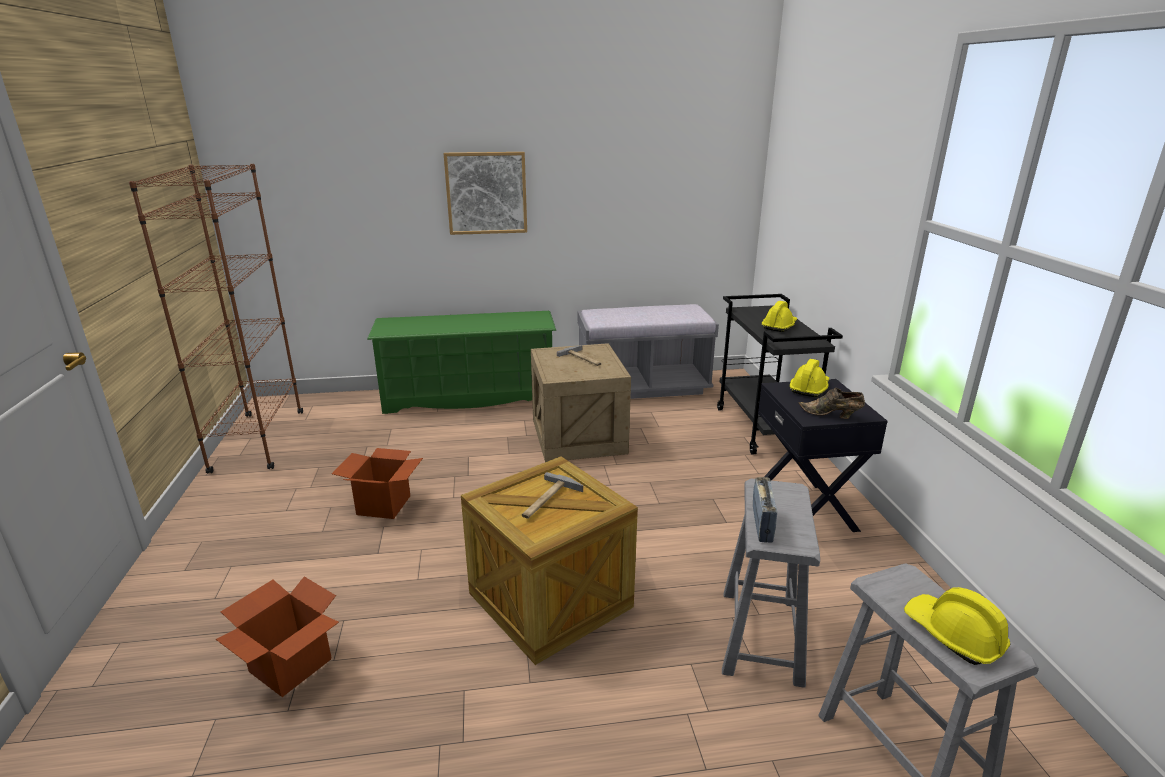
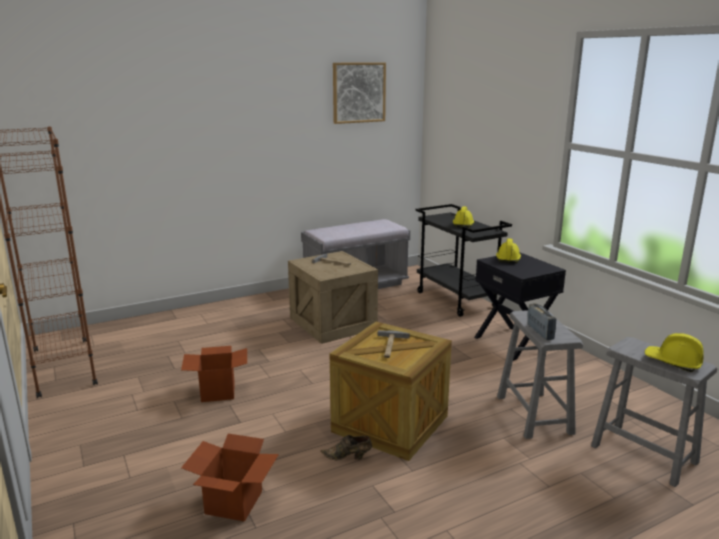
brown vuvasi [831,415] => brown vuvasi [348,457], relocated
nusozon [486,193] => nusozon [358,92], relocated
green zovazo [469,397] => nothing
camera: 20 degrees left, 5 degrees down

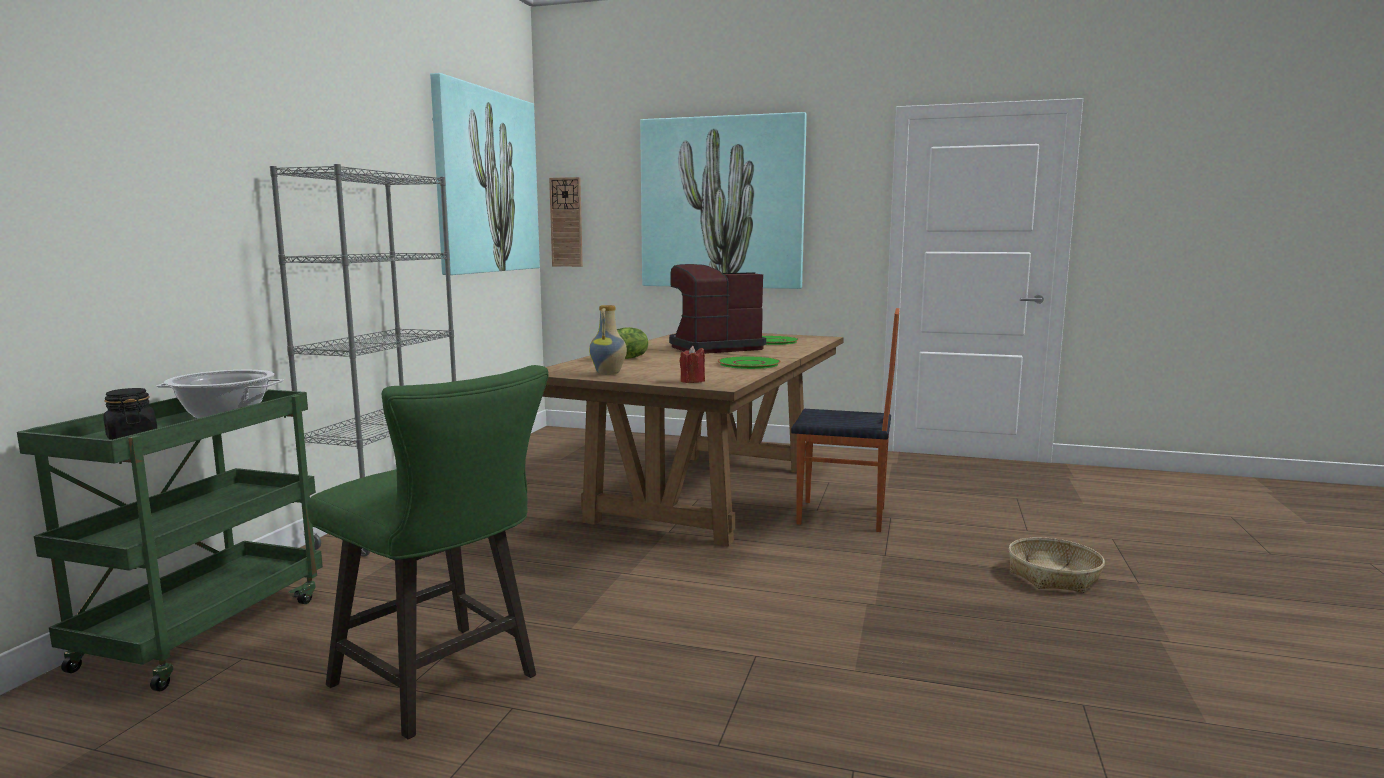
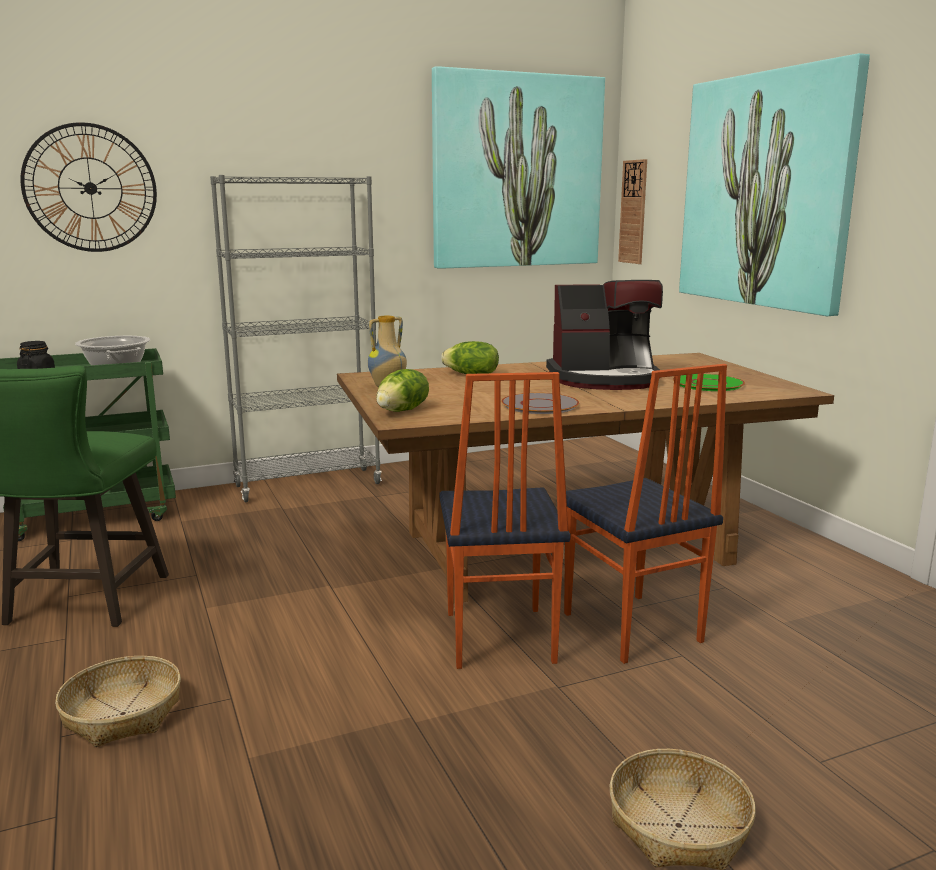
nothing => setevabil [90,188]
nothing => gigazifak [123,713]
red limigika [692,381] => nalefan [403,411]
nothing => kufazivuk [497,638]
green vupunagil [749,364] => grey vupunagil [540,405]
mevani [713,348] => mevani [604,379], 150 degrees clockwise
camera: 50 degrees right, 5 degrees up

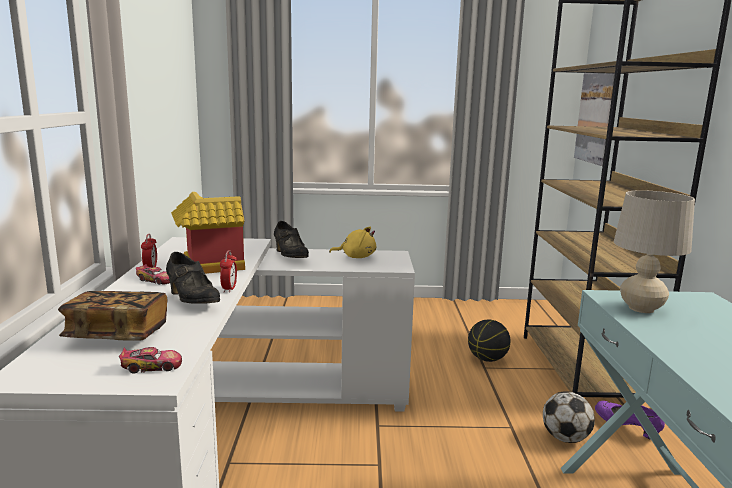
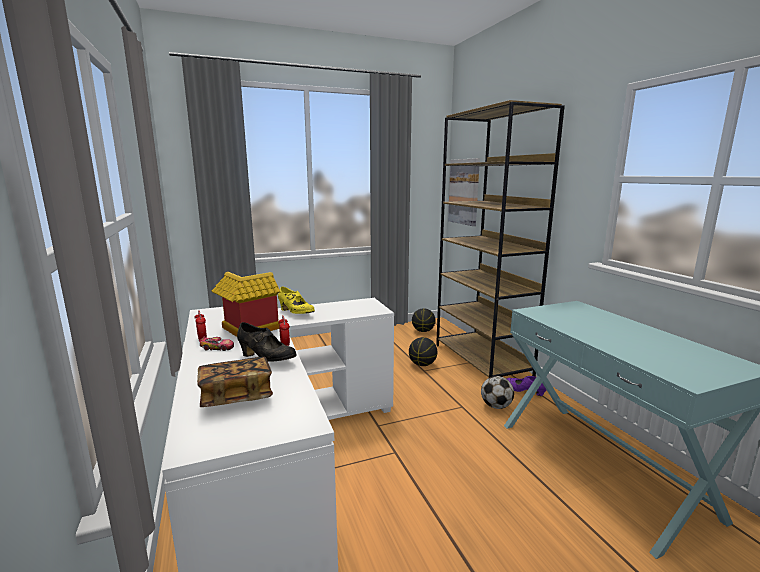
black vuvasi [290,256] => yellow vuvasi [296,313]
nothing => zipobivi [423,331]
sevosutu [152,366] => nothing
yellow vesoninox [356,257] => nothing
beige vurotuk [641,308] => nothing
camera: 20 degrees left, 0 degrees up

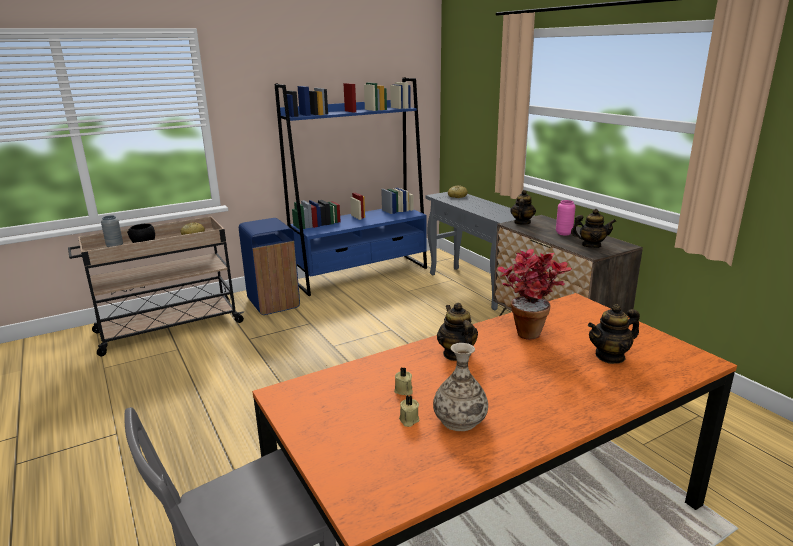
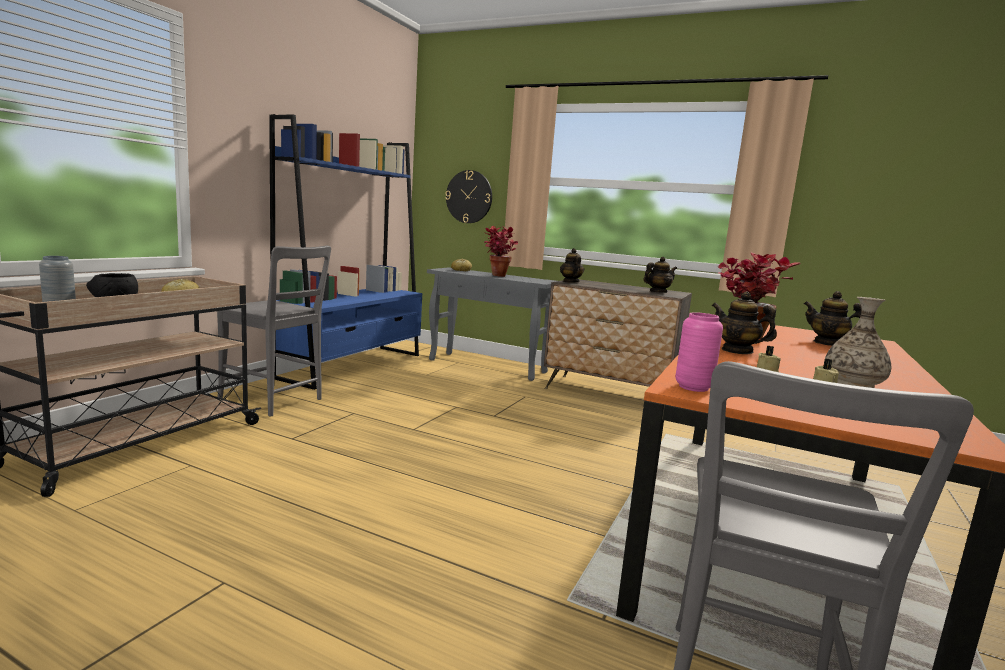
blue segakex [273,303] => grey kufazivuk [275,401]
nothing => setevabil [469,197]
nothing => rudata [497,276]
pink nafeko [564,233] => pink nafeko [693,387], relocated
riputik [610,356] => riputik [828,343], 90 degrees clockwise
camera: 35 degrees left, 10 degrees down

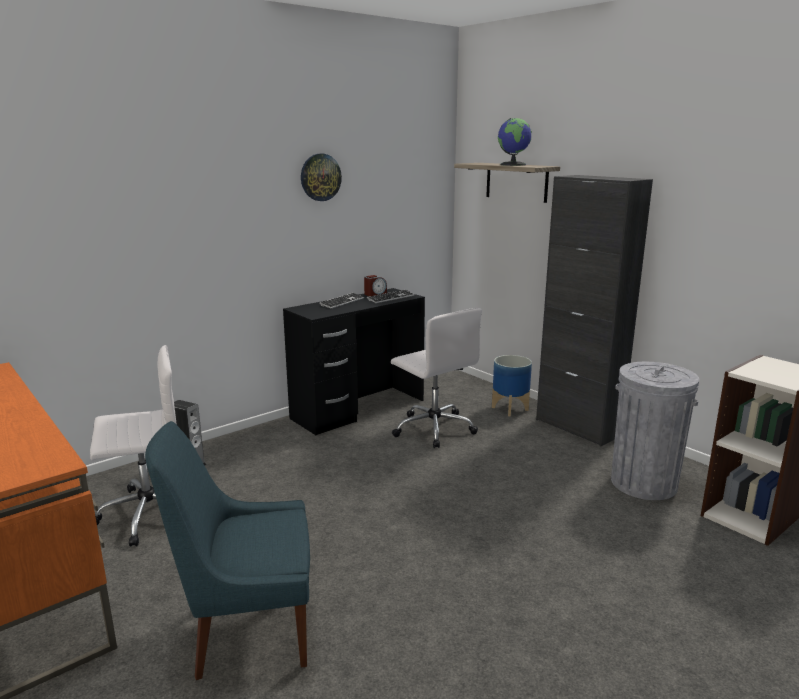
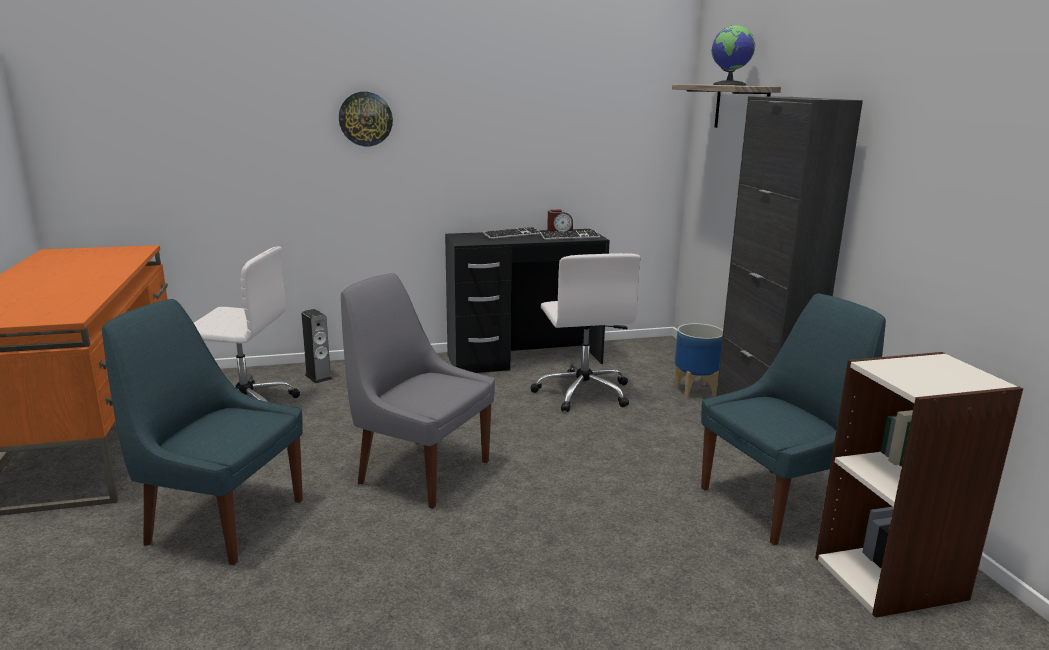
setevabil [320,177] => setevabil [365,119], relocated
nothing => grey kufazivuk [420,471]
grey segakex [643,483] => blue kufazivuk [778,504]
camera: 25 degrees right, 0 degrees up

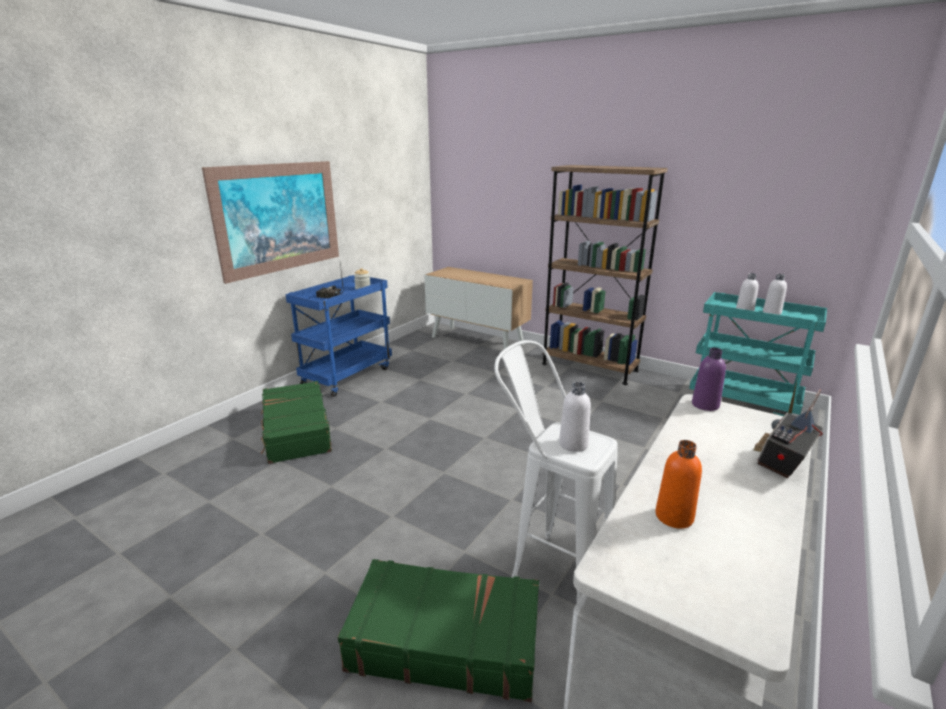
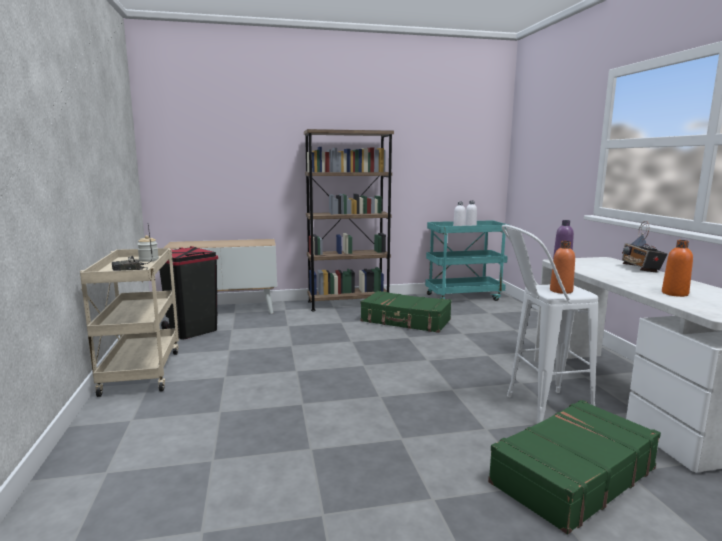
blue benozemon [347,375] => beige benozemon [141,371]
nothing => black segakex [192,330]
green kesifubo [296,431] => green kesifubo [405,321], relocated
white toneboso [573,444] => orange toneboso [561,291]
nusozon [279,218] => nothing
camera: 45 degrees left, 10 degrees down

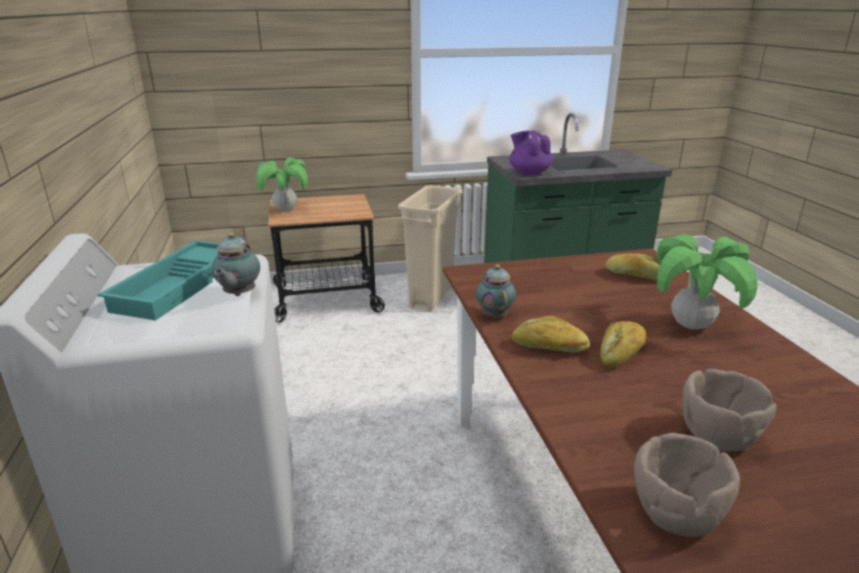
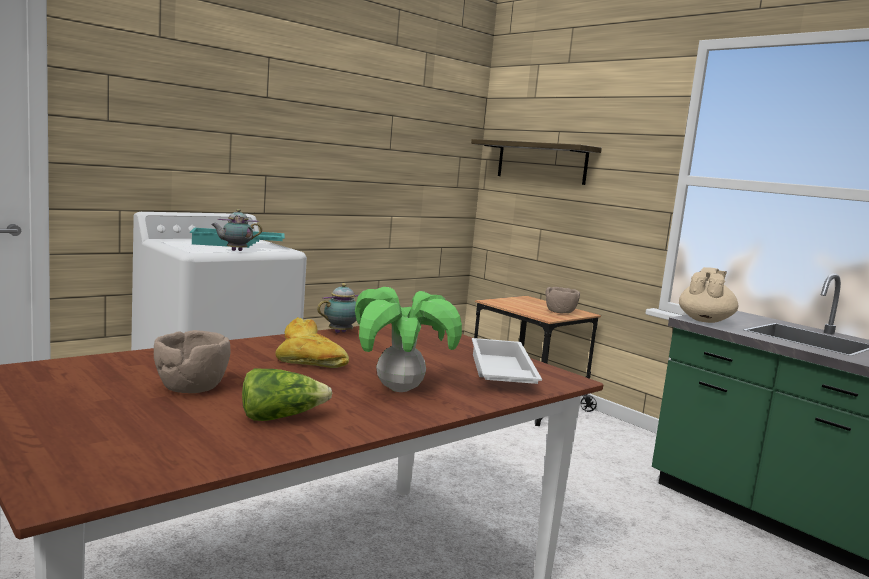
nothing => nalefan [281,417]
nothing => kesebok [541,162]
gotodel [635,276] => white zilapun [499,373]
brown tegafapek [676,512] => brown tegafapek [560,312], relocated
purple riputik [529,173] => beige riputik [705,320]
rudata [285,209] => nothing
beige segakex [431,297] => nothing
camera: 60 degrees right, 15 degrees down

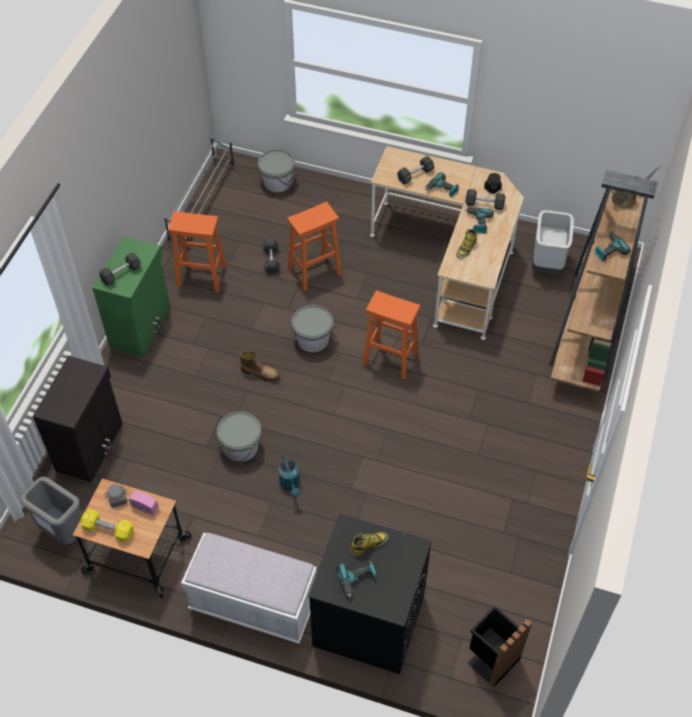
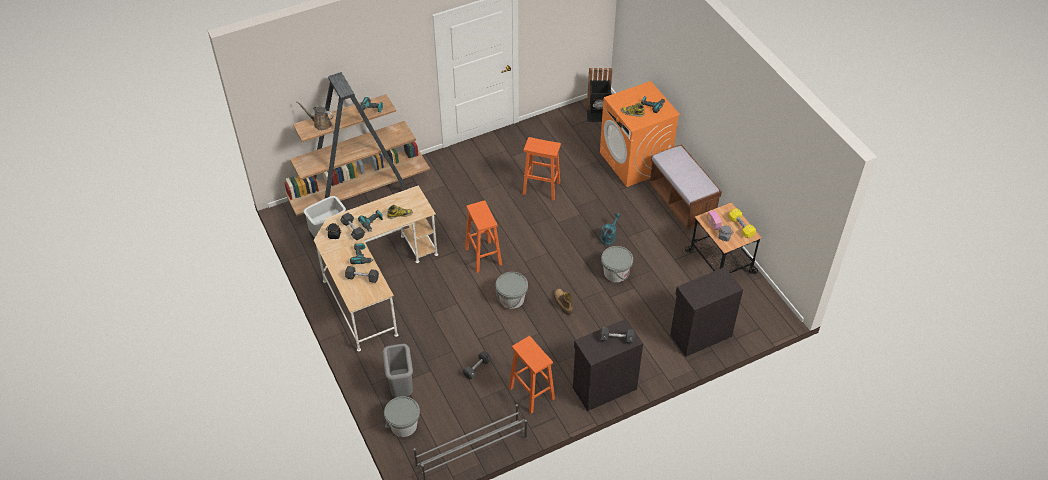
grey segakex [63,532] => grey segakex [402,389], relocated
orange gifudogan [314,271] => orange gifudogan [542,188], relocated
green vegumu [141,326] => black vegumu [603,388]
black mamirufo [368,621] => orange mamirufo [635,161]
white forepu [253,604] => brown forepu [681,203]
camera: 135 degrees left, 5 degrees down

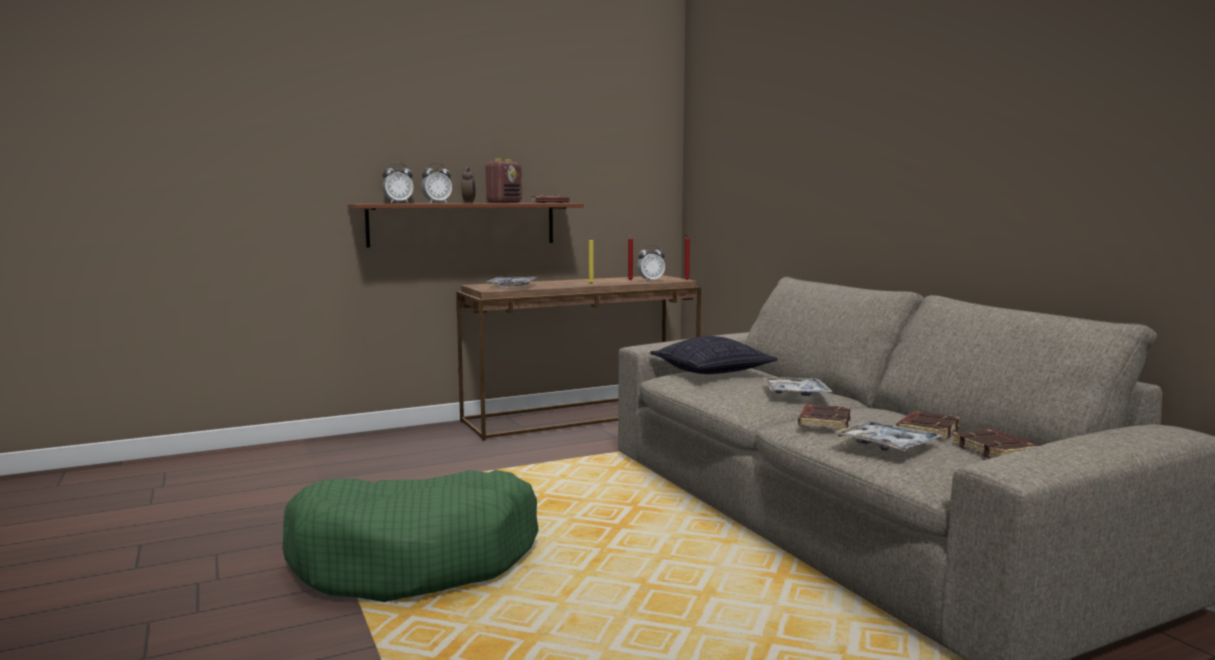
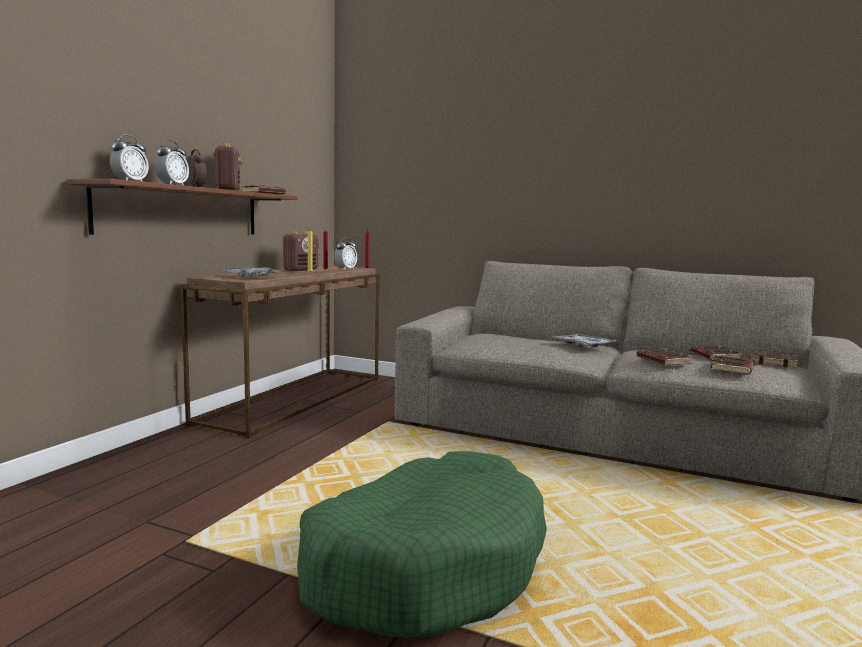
nothing => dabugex [301,270]
zilapun [887,445] => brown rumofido [733,369]
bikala [712,372] => nothing
camera: 40 degrees left, 0 degrees up

